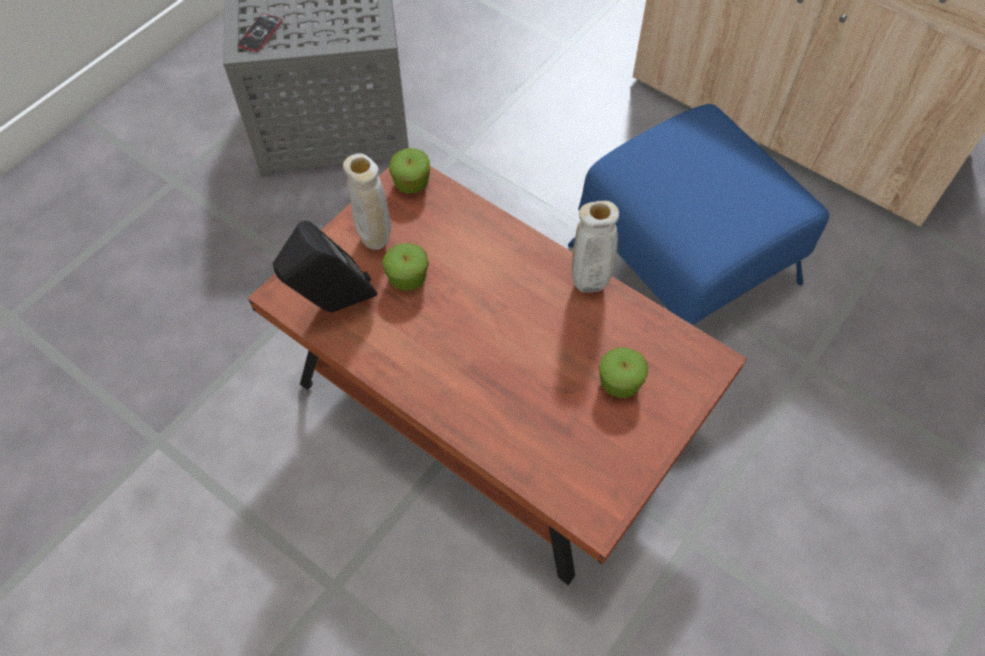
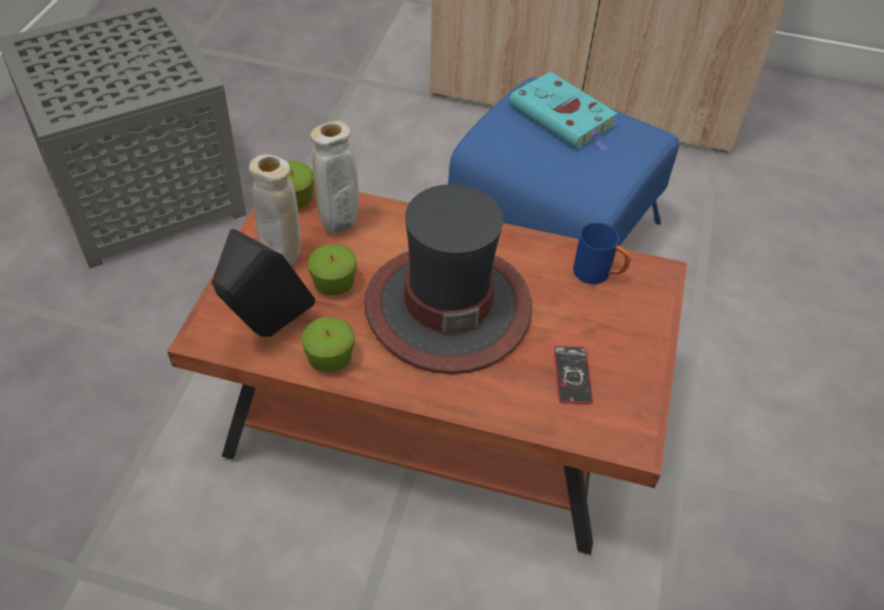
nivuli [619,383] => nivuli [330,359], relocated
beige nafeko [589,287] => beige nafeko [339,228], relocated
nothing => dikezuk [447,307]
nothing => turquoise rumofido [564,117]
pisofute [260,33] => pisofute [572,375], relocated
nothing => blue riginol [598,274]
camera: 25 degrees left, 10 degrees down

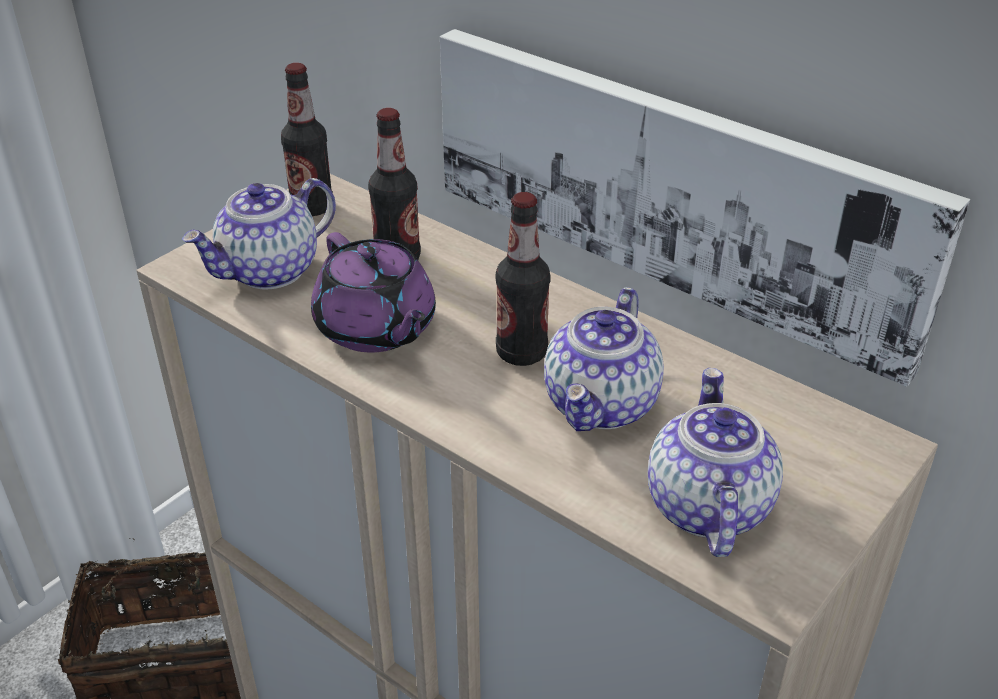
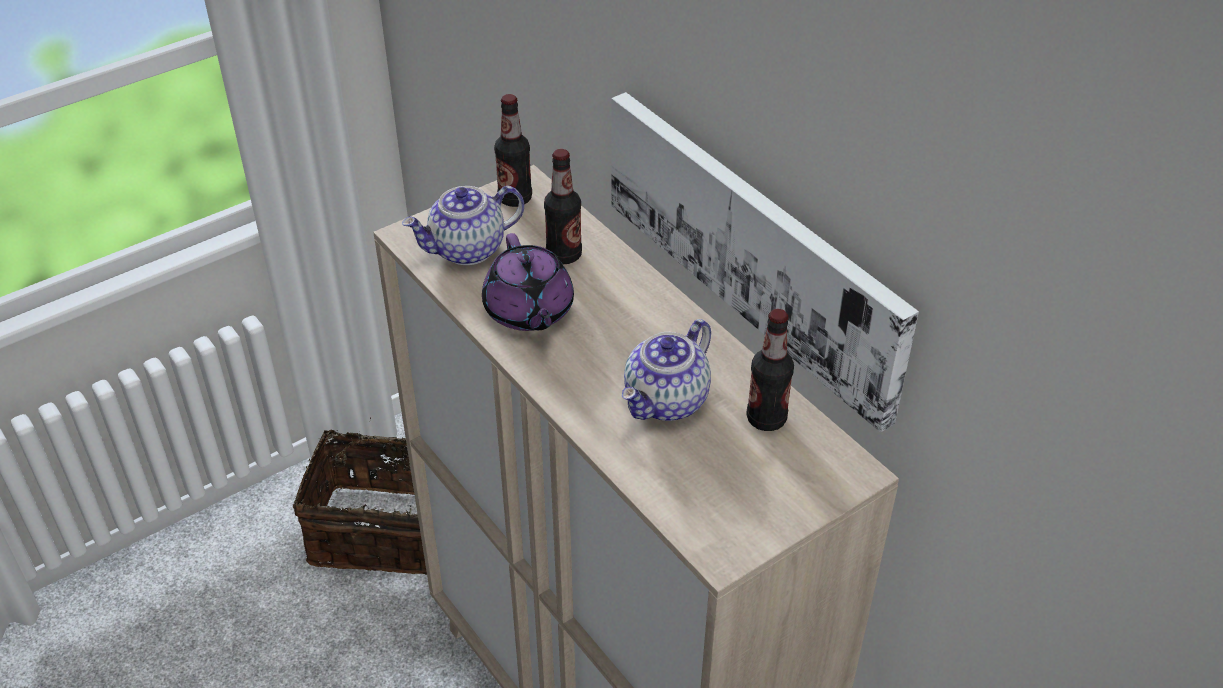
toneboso [521,353] => toneboso [766,419], relocated
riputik [706,505] => nothing
camera: 15 degrees right, 5 degrees up

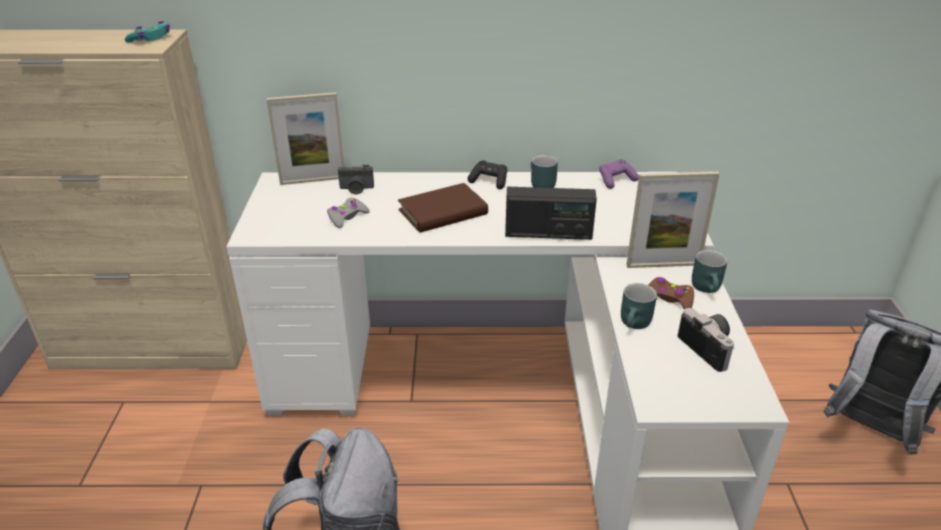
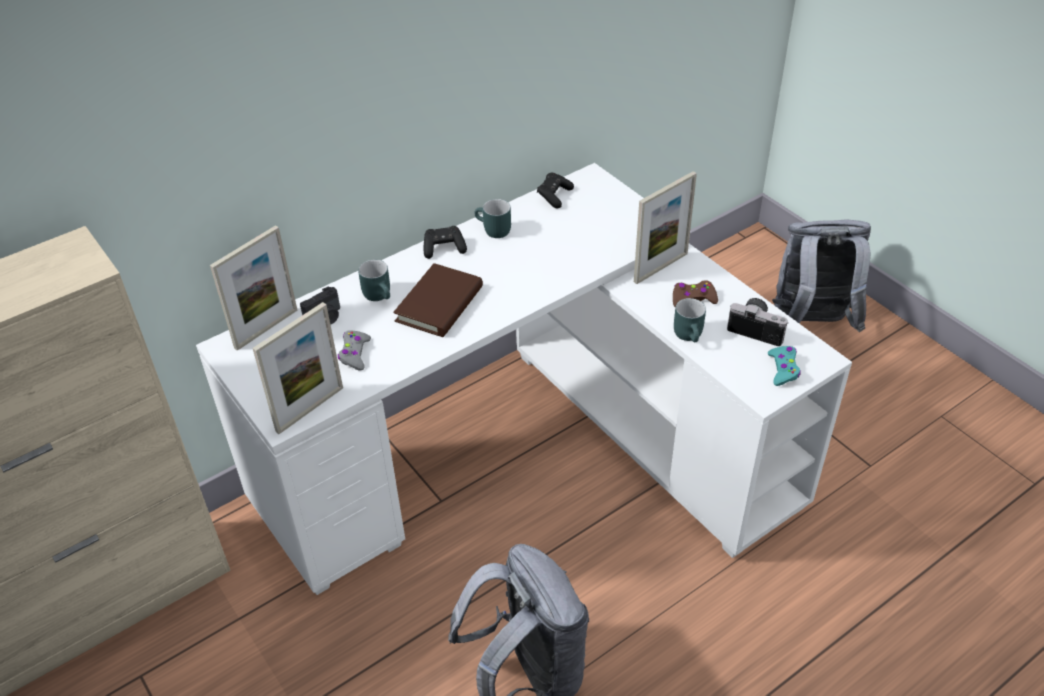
nothing => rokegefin [310,409]
turquoise riginol [709,288] => turquoise riginol [380,295], relocated
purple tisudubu [616,180] => black tisudubu [554,196]
turquoise tisudubu [151,39] => turquoise tisudubu [783,369], relocated
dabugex [548,233] => nothing
camera: 35 degrees left, 10 degrees up

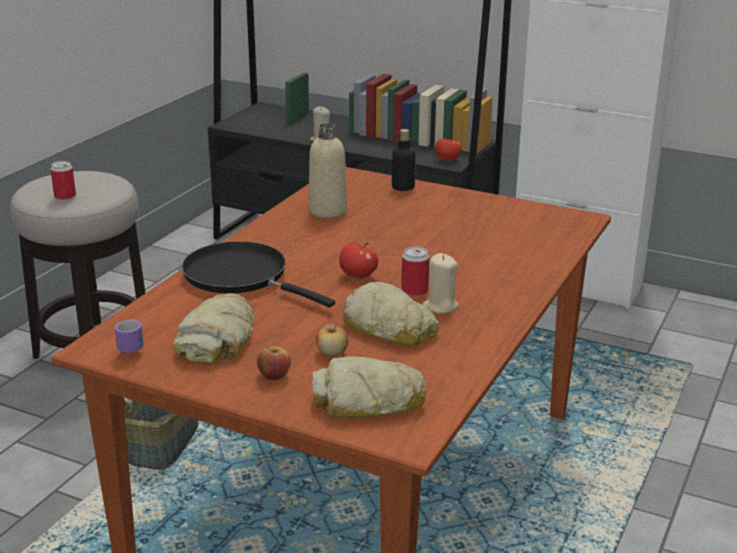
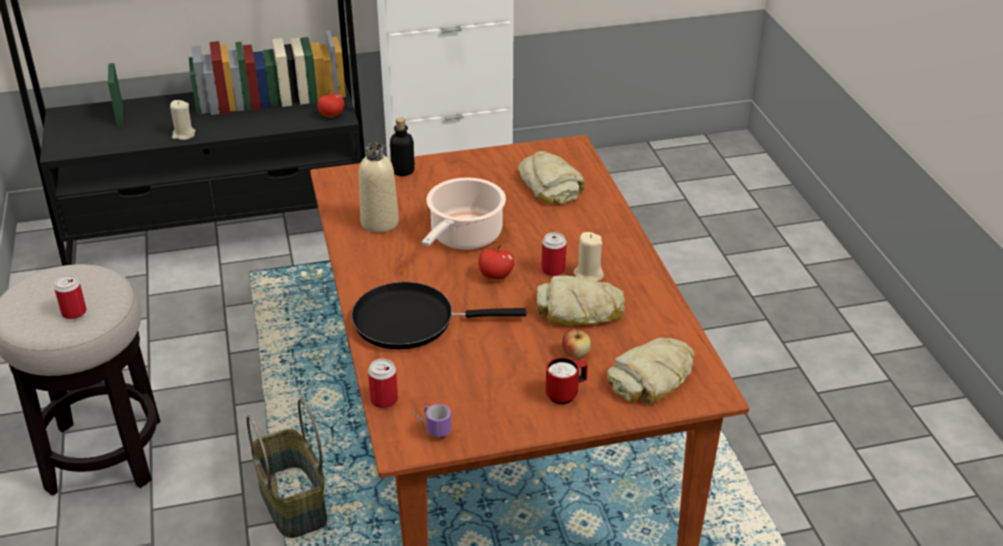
nothing => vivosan [384,400]
nothing => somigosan [464,236]
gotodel [218,339] => gotodel [550,185], relocated
nivuli [274,376] => red riginol [566,394]
camera: 40 degrees left, 10 degrees up

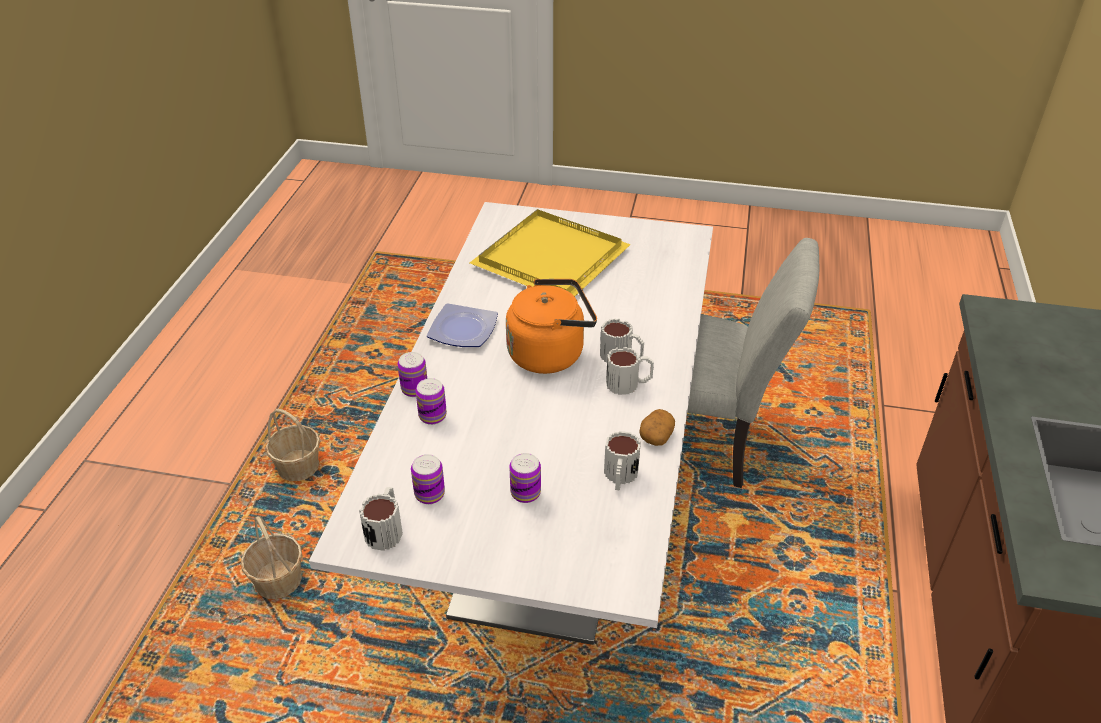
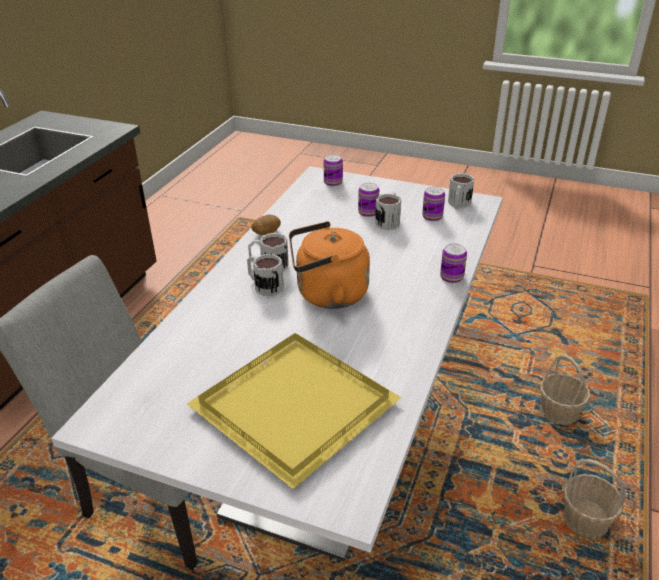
vivosan [432,416] => vivosan [333,182], relocated
riginol [620,477] => riginol [389,221], relocated
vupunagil [462,329] => nothing
camera: 170 degrees left, 5 degrees down

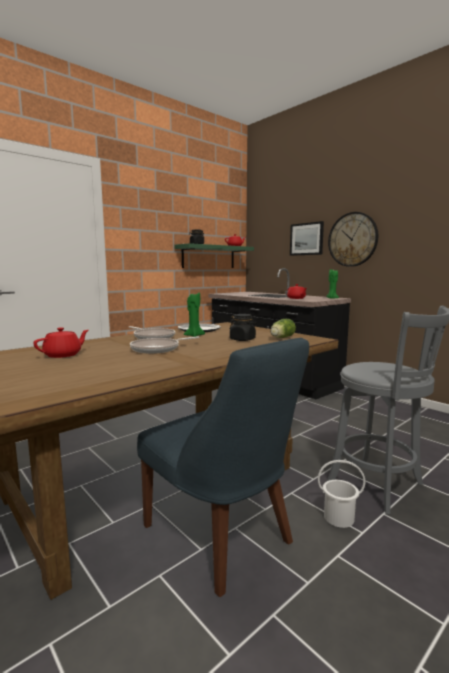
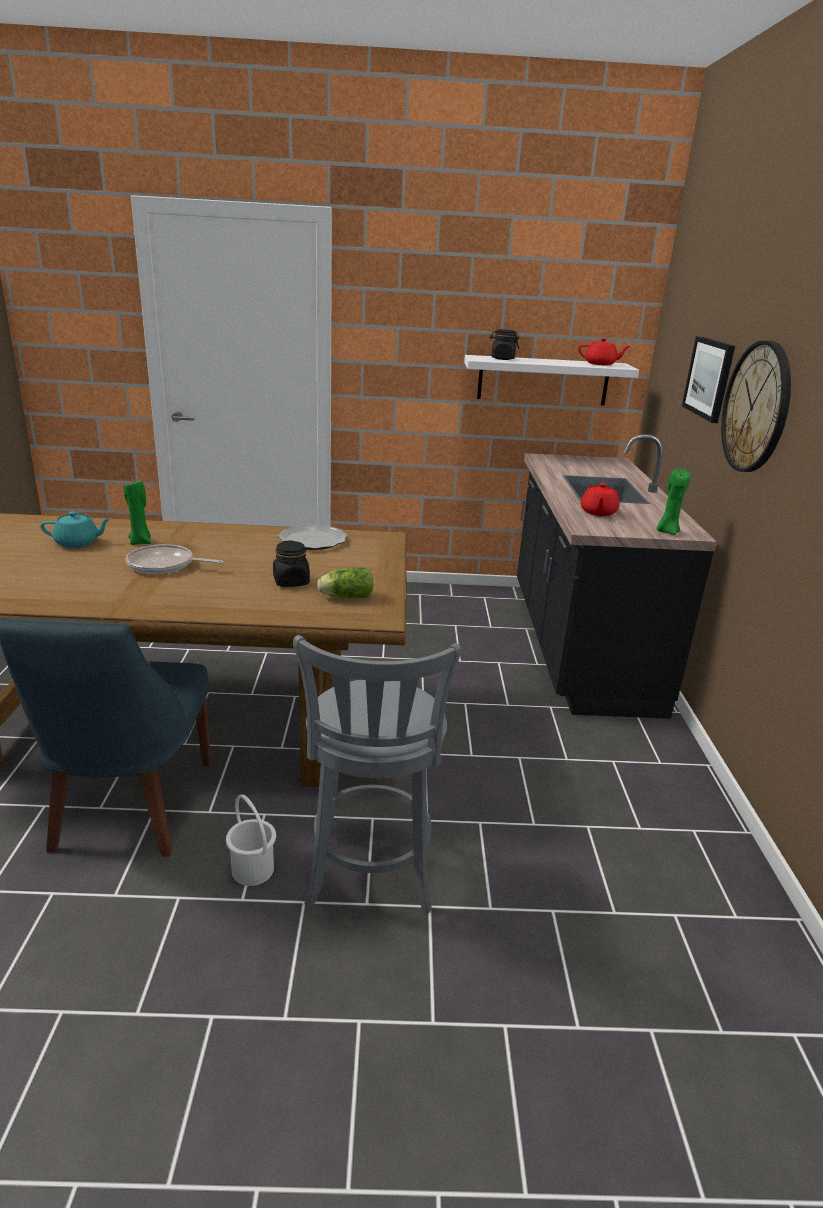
red riputik [63,355] => turquoise riputik [78,543]
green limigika [194,335] => green limigika [141,542], relocated
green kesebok [208,257] => white kesebok [543,380]
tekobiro [153,337] => nothing
camera: 40 degrees right, 15 degrees up

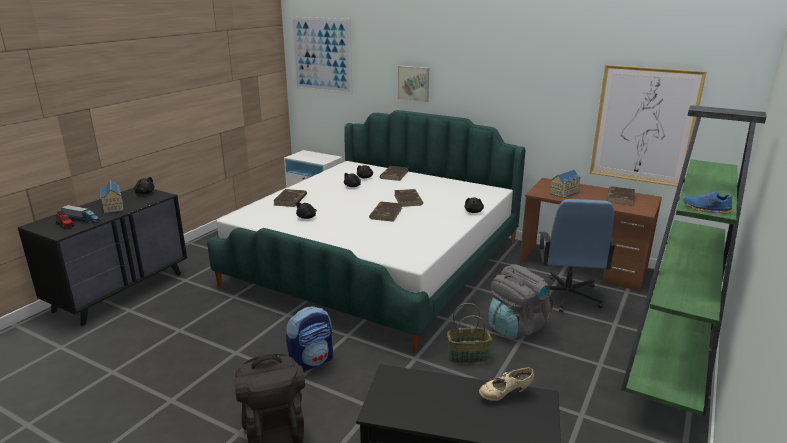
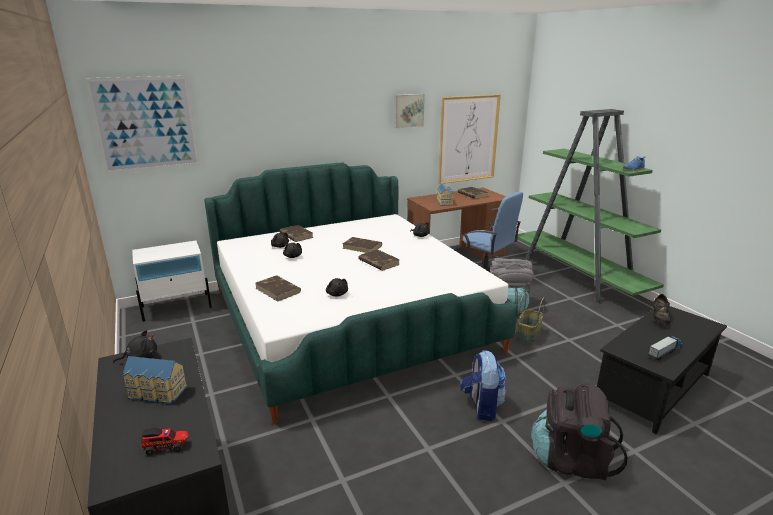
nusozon [414,83] => nusozon [408,110], relocated
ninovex [82,219] => ninovex [665,351], relocated
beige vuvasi [505,394] => black vuvasi [659,319]
camera: 55 degrees left, 0 degrees up

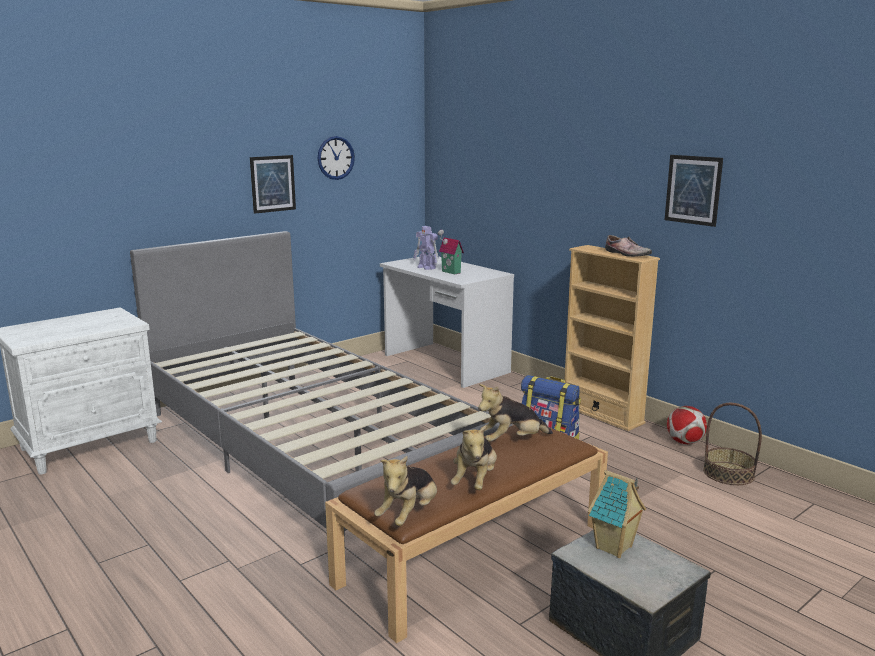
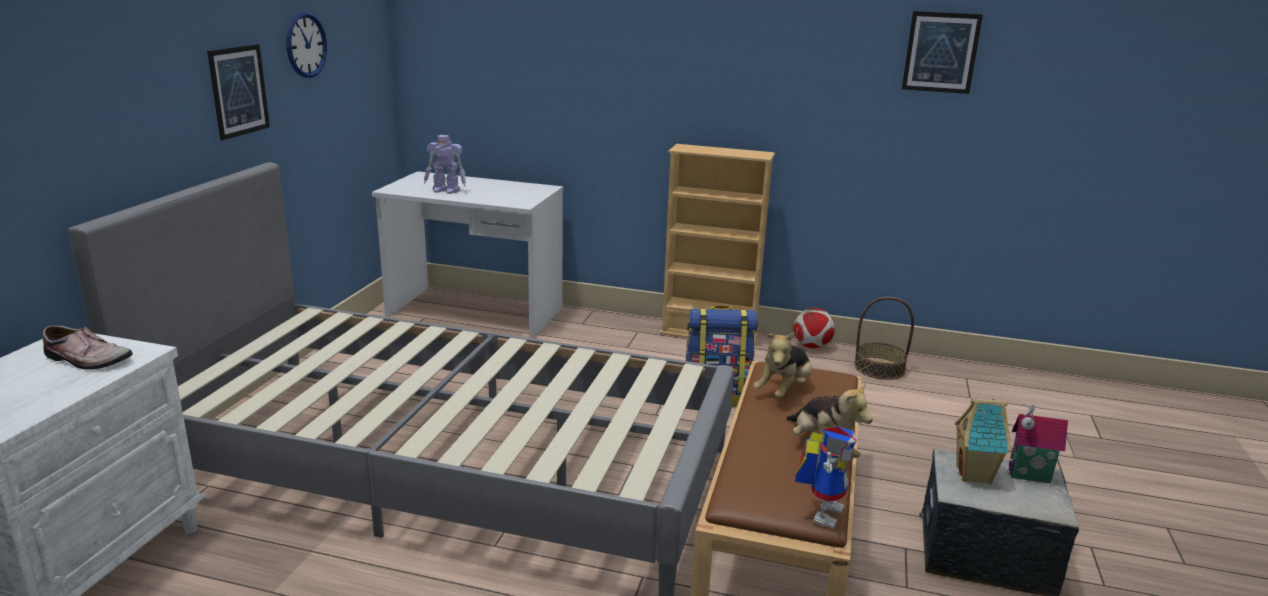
vuvasi [626,254] => vuvasi [86,360], relocated
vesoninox [409,514] => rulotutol [822,510]
nusozon [693,190] => nusozon [941,52], relocated
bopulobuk [450,272] => bopulobuk [1029,477], relocated
camera: 35 degrees left, 5 degrees up

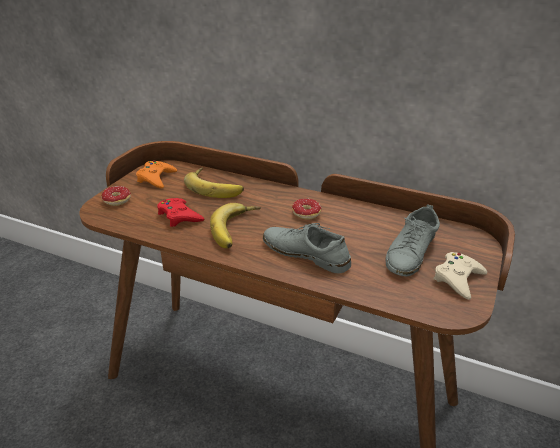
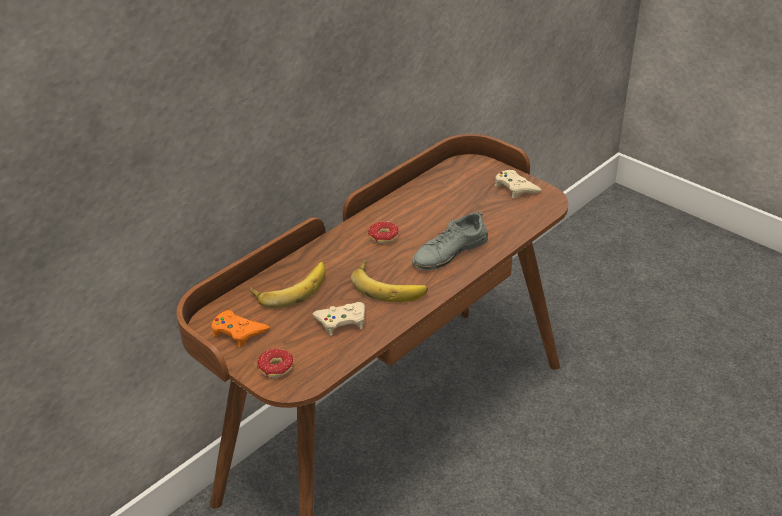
red tisudubu [179,216] => beige tisudubu [341,321]
grey vuvasi [410,252] => nothing
camera: 70 degrees left, 5 degrees up

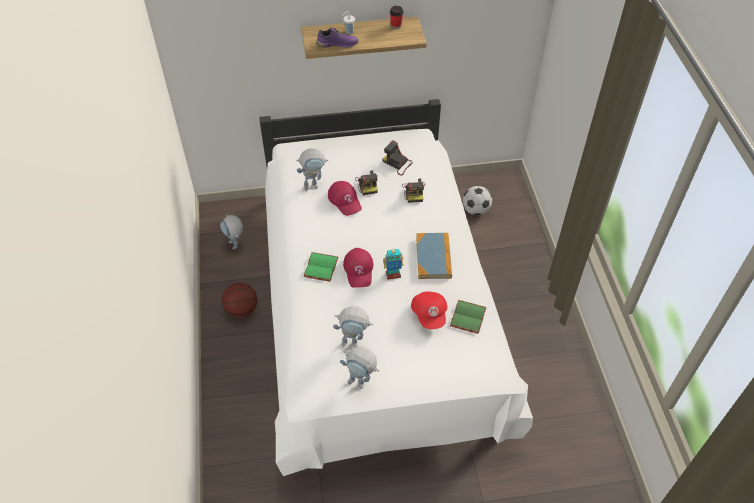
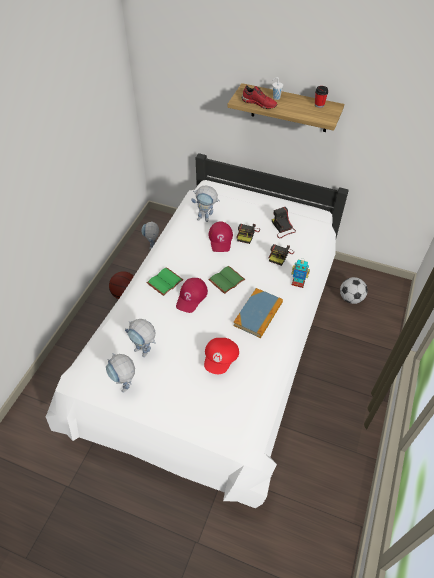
green rumofido [469,318] => green rumofido [227,281], relocated
purple vuvasi [337,43] => red vuvasi [259,103]
rulotutol [393,274] => rulotutol [298,283], relocated
camera: 30 degrees right, 0 degrees up

